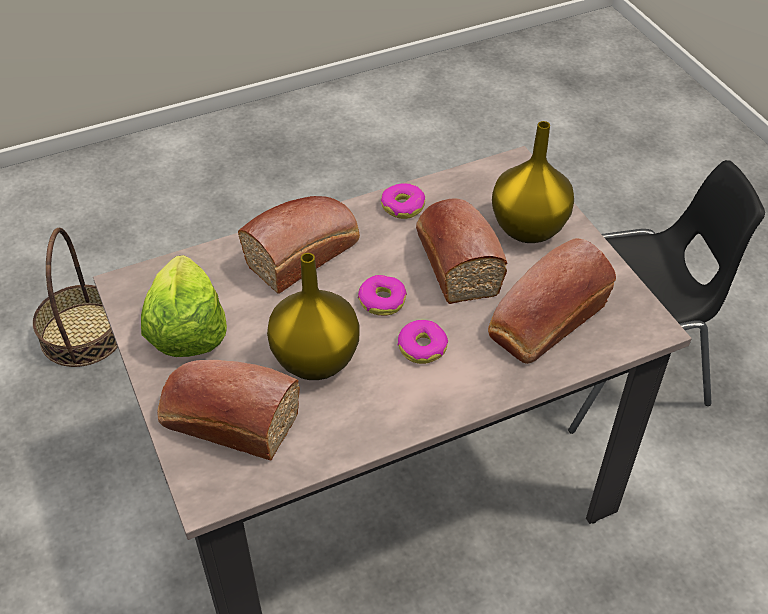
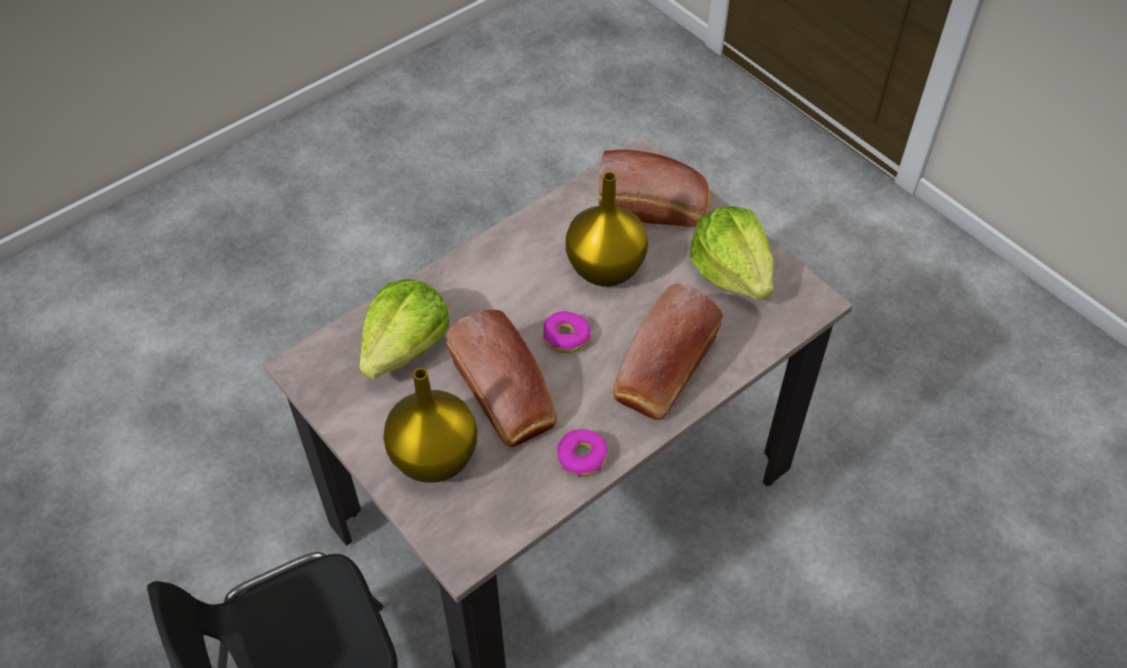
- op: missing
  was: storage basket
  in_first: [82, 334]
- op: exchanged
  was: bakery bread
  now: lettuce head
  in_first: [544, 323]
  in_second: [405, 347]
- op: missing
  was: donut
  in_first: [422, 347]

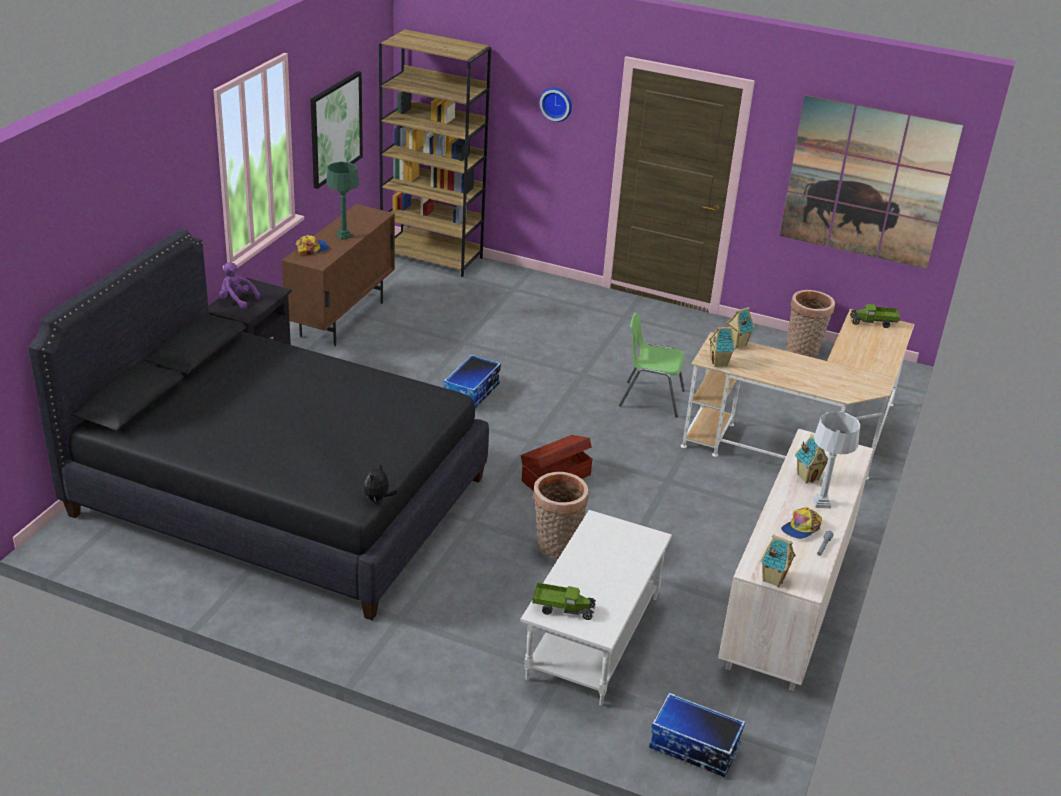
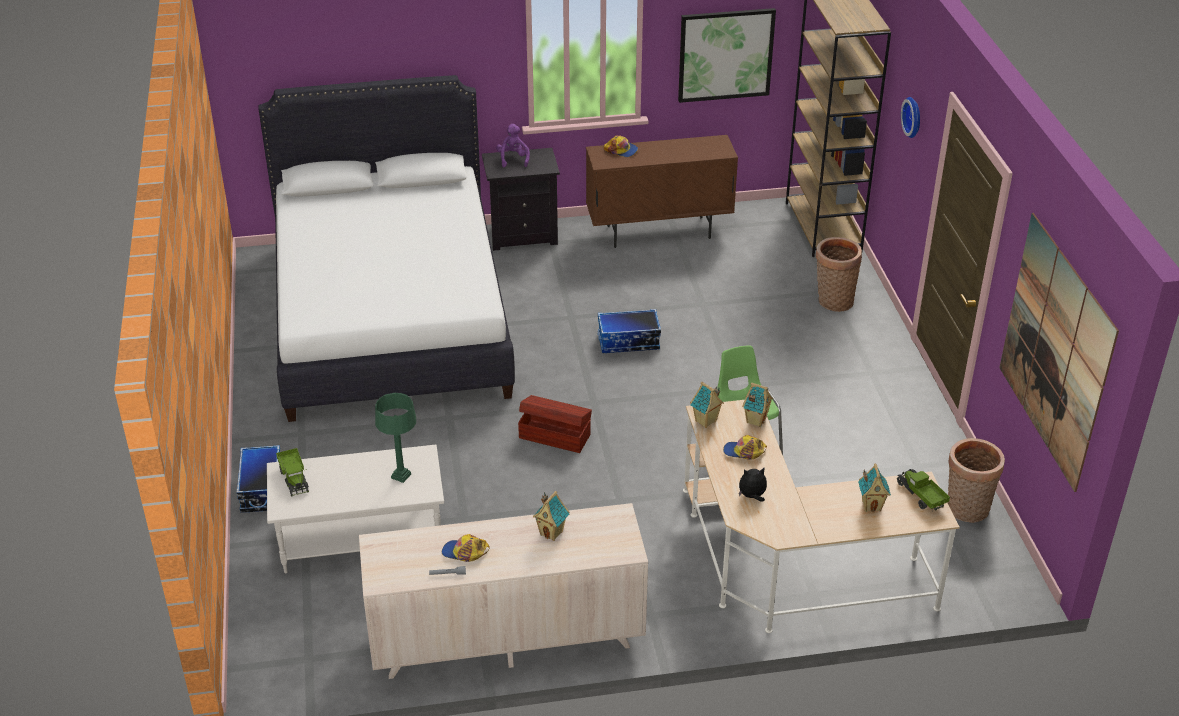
- op: relocated
  was: table lamp (green)
  in_first: [344, 236]
  in_second: [401, 475]
- op: colour
  was: bed (blackish)
  now: bed (whitish)
  in_first: [279, 496]
  in_second: [389, 317]
- op: missing
  was: table lamp (gray)
  in_first: [821, 503]
- op: relocated
  was: soft toy
  in_first: [378, 498]
  in_second: [752, 496]
- op: relocated
  was: storage basket
  in_first: [556, 547]
  in_second: [833, 301]
- op: relocated
  was: toy house
  in_first: [773, 579]
  in_second: [871, 505]
- op: relocated
  was: storage container
  in_first: [693, 748]
  in_second: [261, 489]
- op: appeared
  now: cap
  in_second: [744, 452]

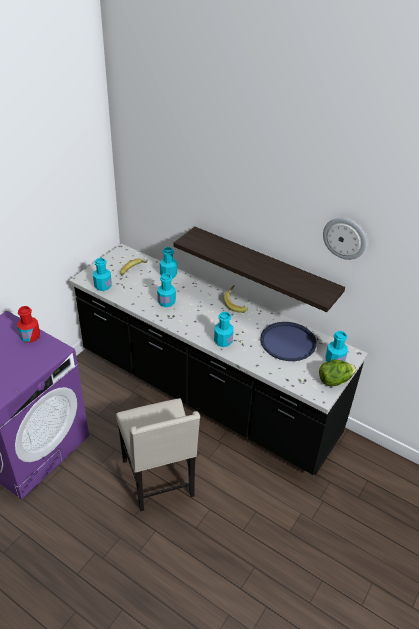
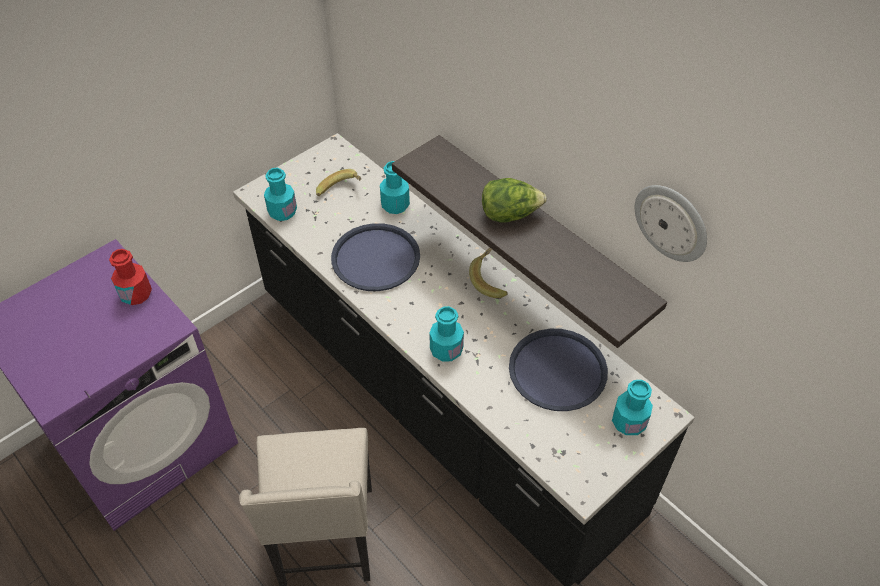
- op: exchanged
  was: drink bottle (turquoise)
  now: carrying tray (bluish)
  in_first: [166, 302]
  in_second: [375, 258]
- op: relocated
  was: lettuce head
  in_first: [334, 380]
  in_second: [510, 214]

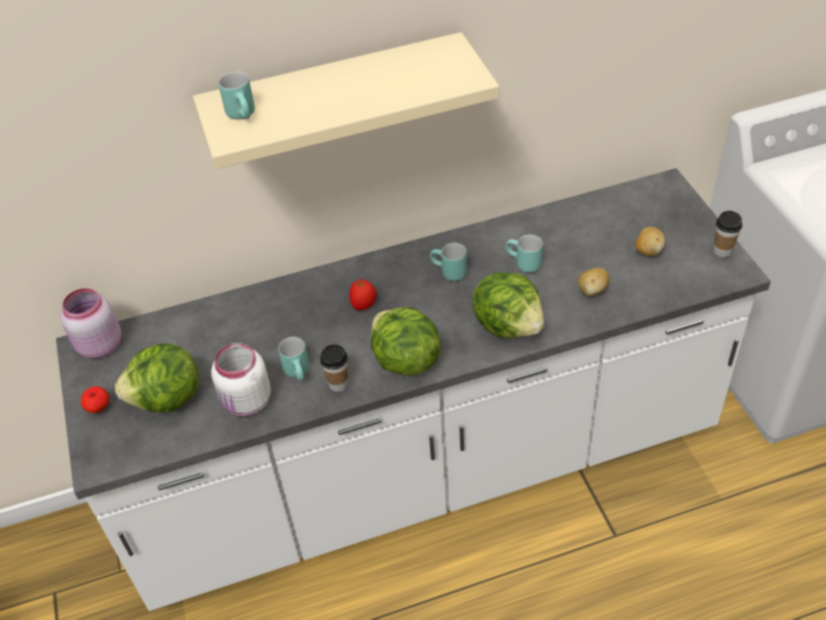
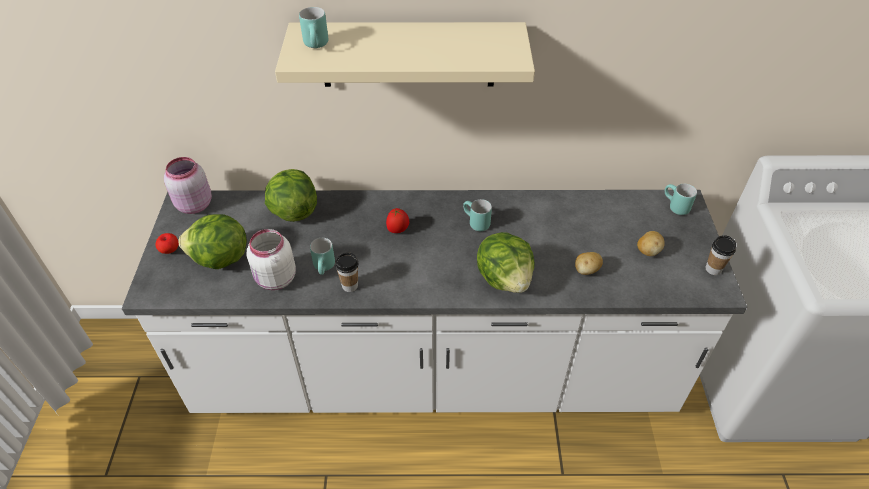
- op: relocated
  was: mug (turquoise)
  in_first: [522, 264]
  in_second: [674, 207]
- op: relocated
  was: lettuce head
  in_first: [405, 361]
  in_second: [293, 211]

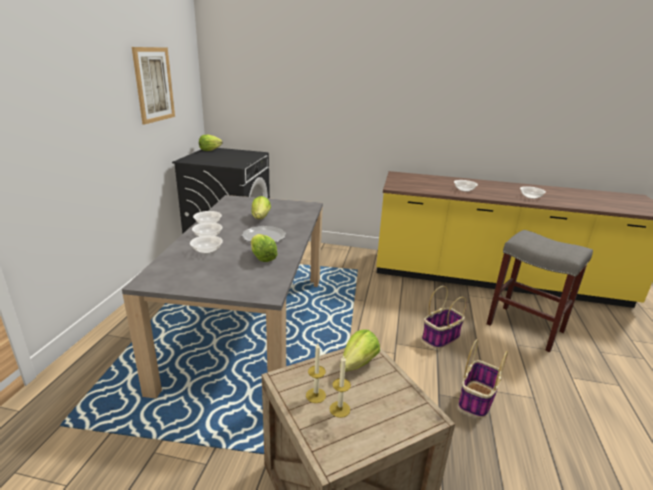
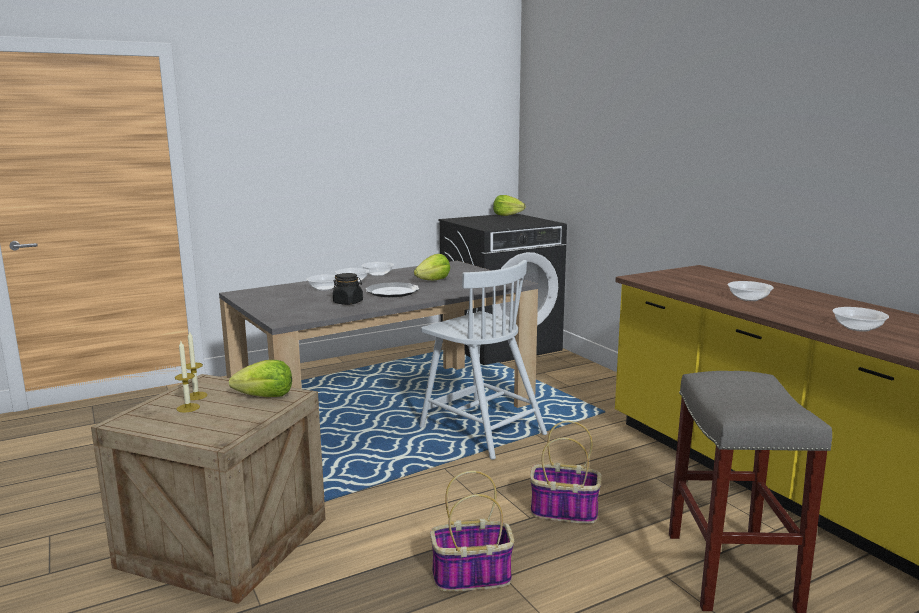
- op: missing
  was: wall picture
  in_first: [154, 84]
- op: exchanged
  was: lettuce head
  now: jar (blackish)
  in_first: [262, 257]
  in_second: [348, 302]
- op: appeared
  now: plain chair (whitish)
  in_second: [480, 429]

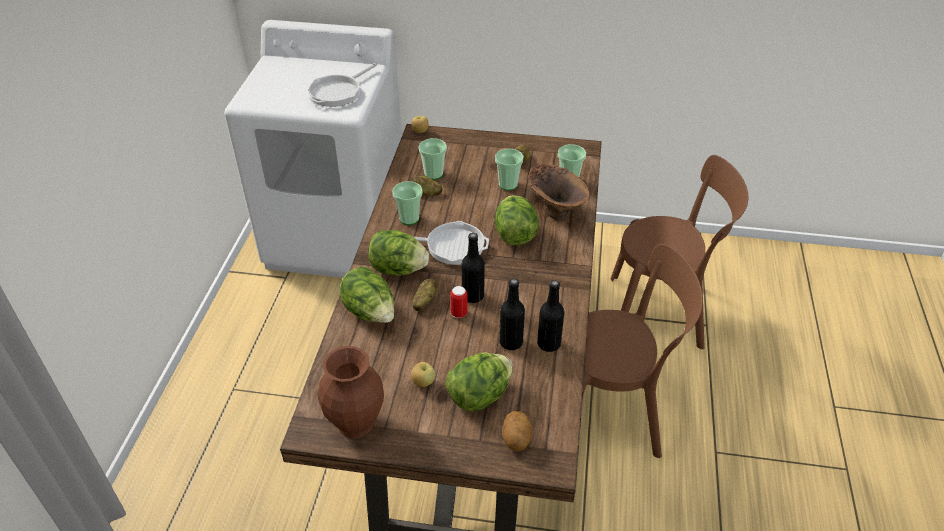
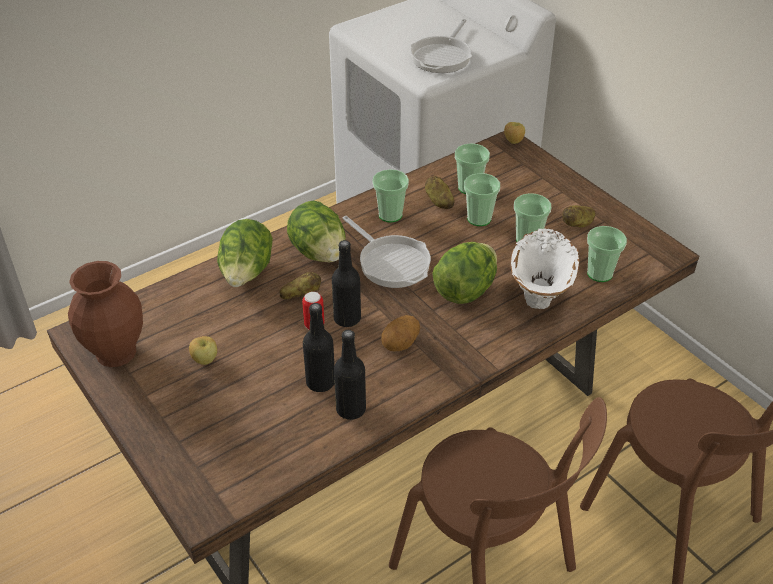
- op: spun
  was: frying pan
  in_first: [338, 92]
  in_second: [442, 56]
  clockwise: -60
- op: colour
  was: decorative vase (brown)
  now: decorative vase (whitish)
  in_first: [555, 210]
  in_second: [541, 293]
- op: missing
  was: lettuce head
  in_first: [479, 396]
- op: relocated
  was: whole potato
  in_first: [516, 439]
  in_second: [401, 344]
- op: appeared
  now: cup
  in_second: [479, 219]

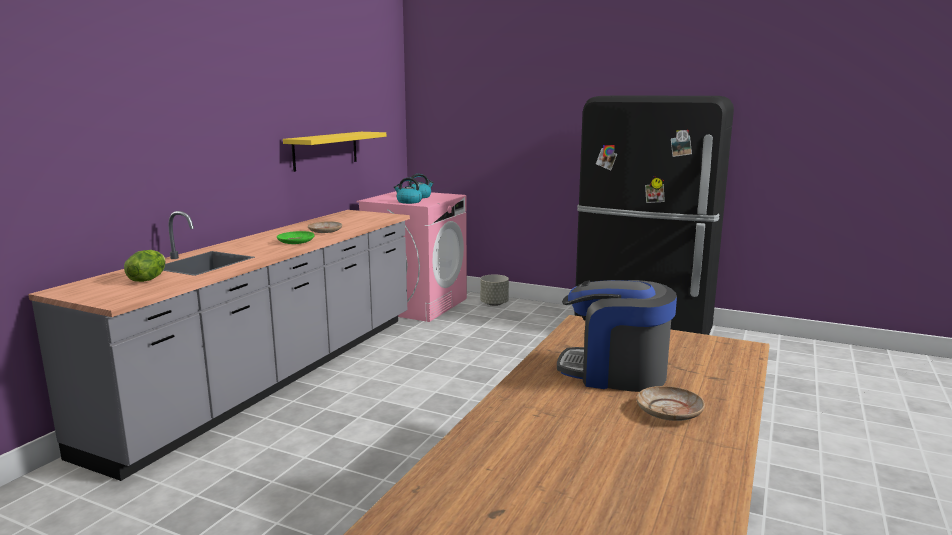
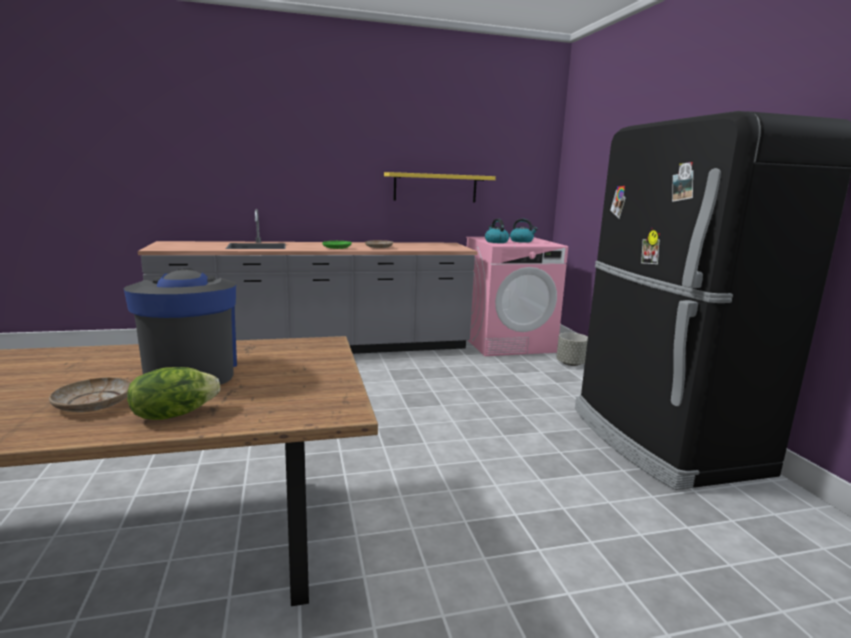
- op: relocated
  was: lettuce head
  in_first: [147, 279]
  in_second: [173, 414]

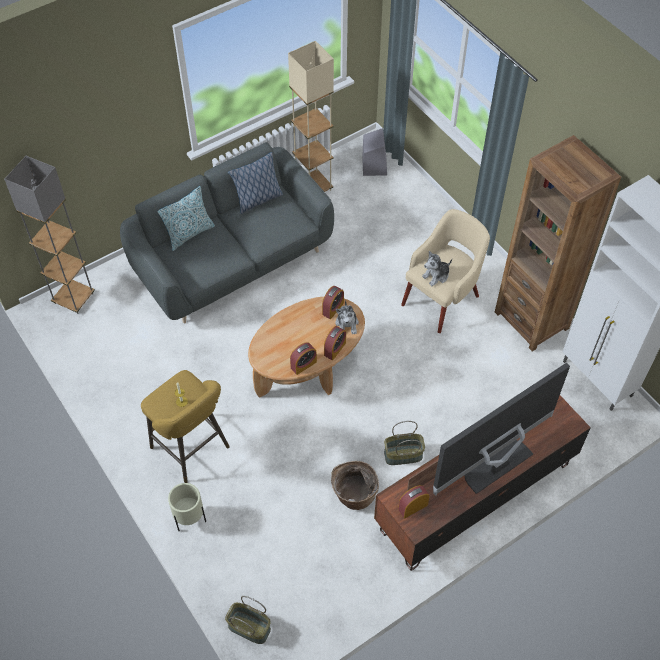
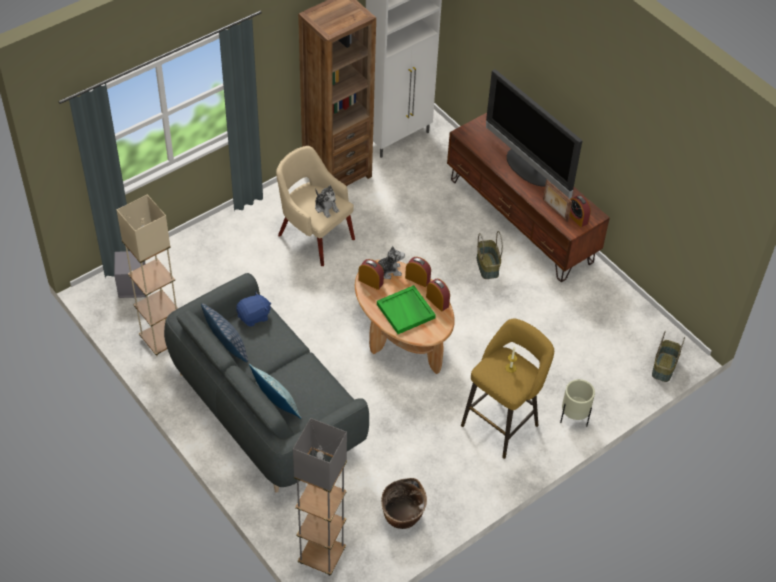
- op: relocated
  was: storage basket
  in_first: [353, 495]
  in_second: [402, 517]
- op: appeared
  now: carrying tray (green)
  in_second: [406, 311]
- op: appeared
  now: soft toy (bluish)
  in_second: [254, 317]

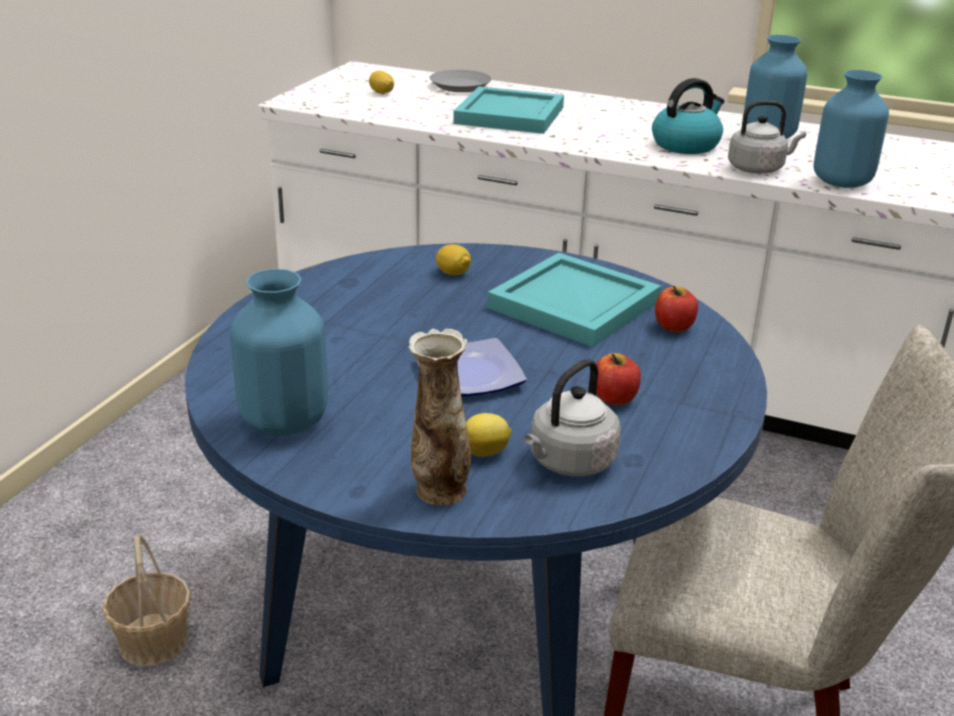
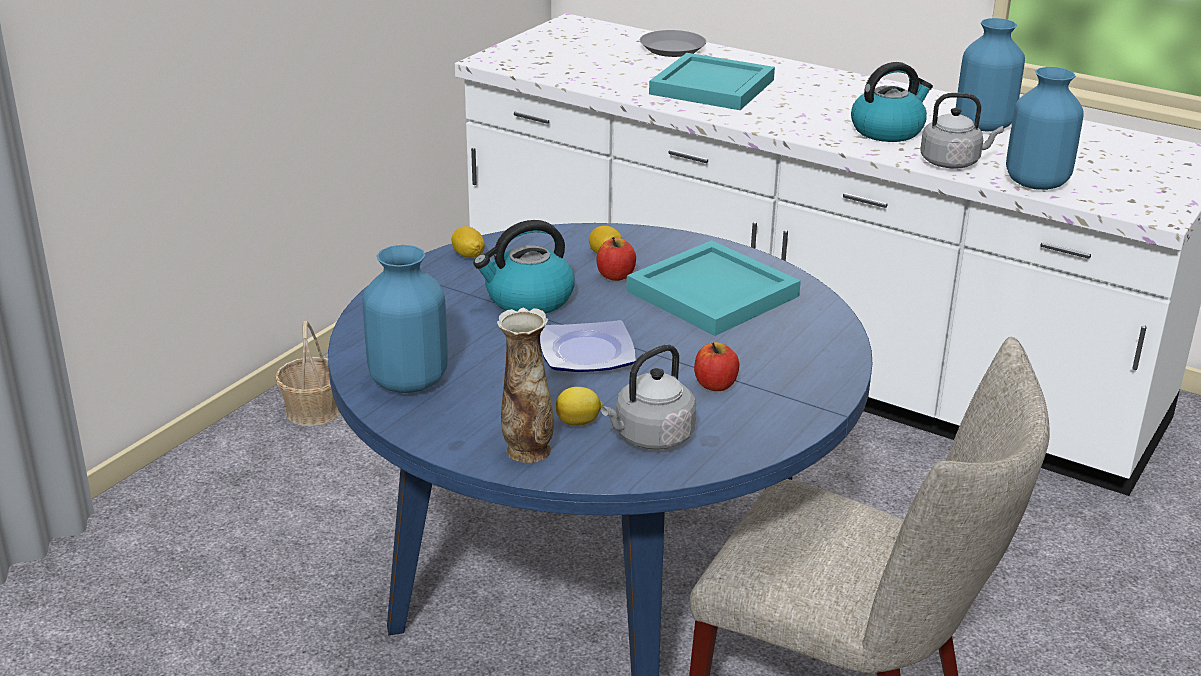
- op: relocated
  was: citrus fruit
  in_first: [381, 93]
  in_second: [468, 255]
- op: relocated
  was: whole apple
  in_first: [674, 327]
  in_second: [616, 276]
- op: relocated
  was: storage basket
  in_first: [153, 641]
  in_second: [312, 411]
- op: appeared
  now: water kettle
  in_second: [528, 299]

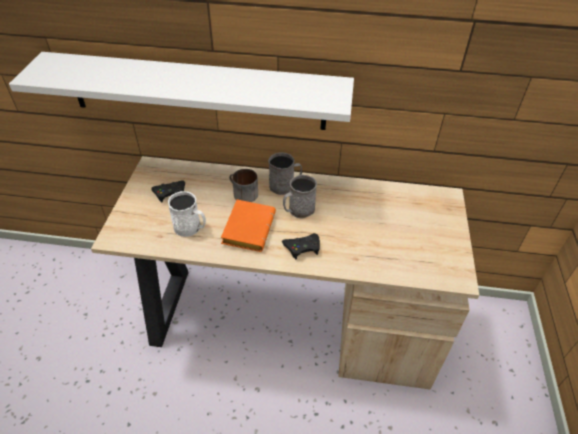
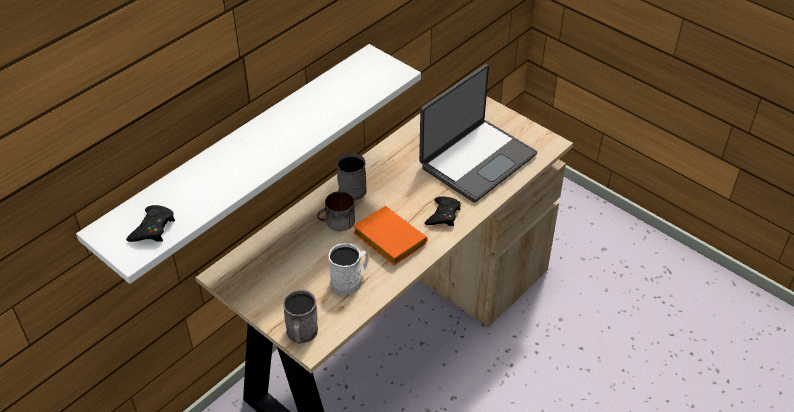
- op: relocated
  was: mug (gray)
  in_first: [298, 210]
  in_second: [301, 334]
- op: relocated
  was: game controller (blackish)
  in_first: [170, 193]
  in_second: [153, 228]
- op: appeared
  now: notebook computer
  in_second: [476, 160]

